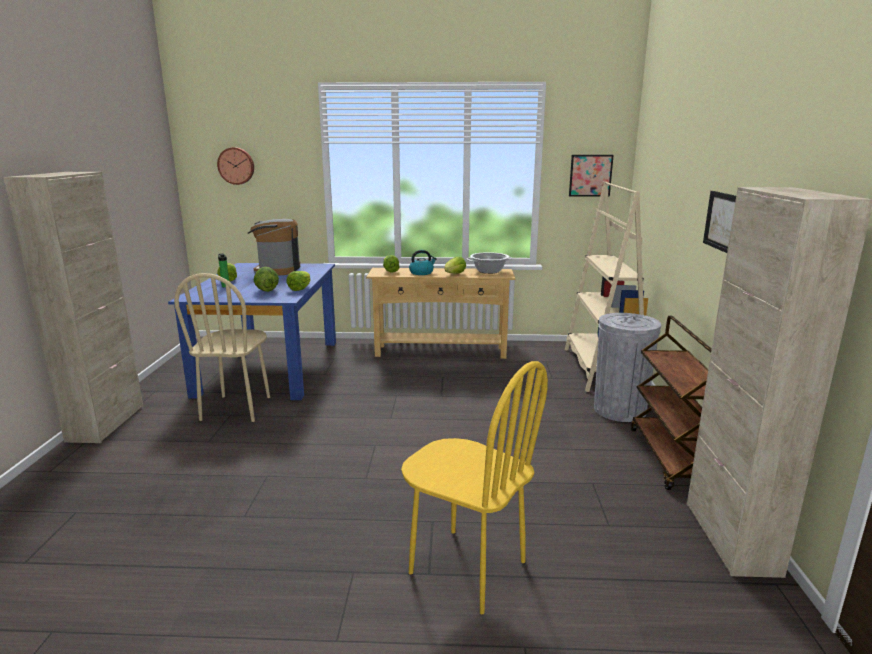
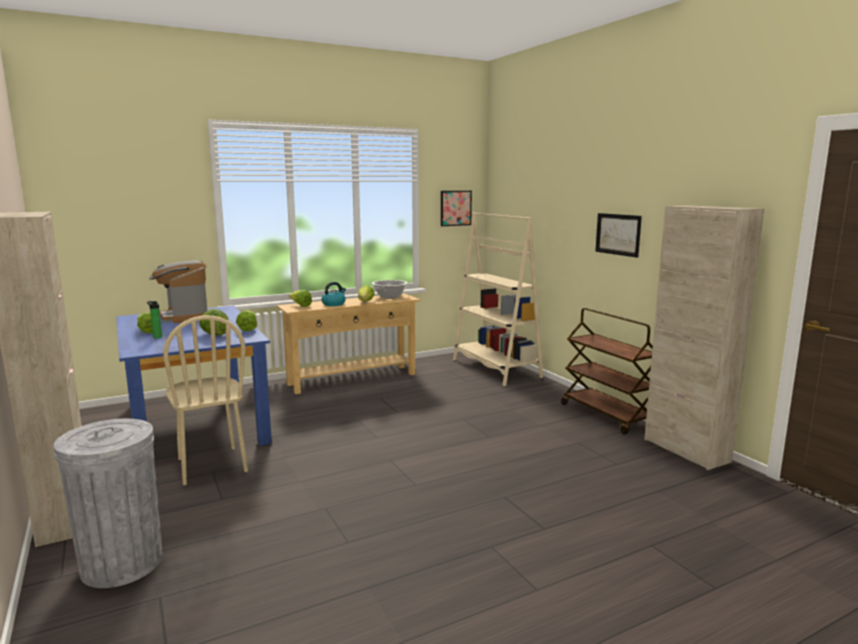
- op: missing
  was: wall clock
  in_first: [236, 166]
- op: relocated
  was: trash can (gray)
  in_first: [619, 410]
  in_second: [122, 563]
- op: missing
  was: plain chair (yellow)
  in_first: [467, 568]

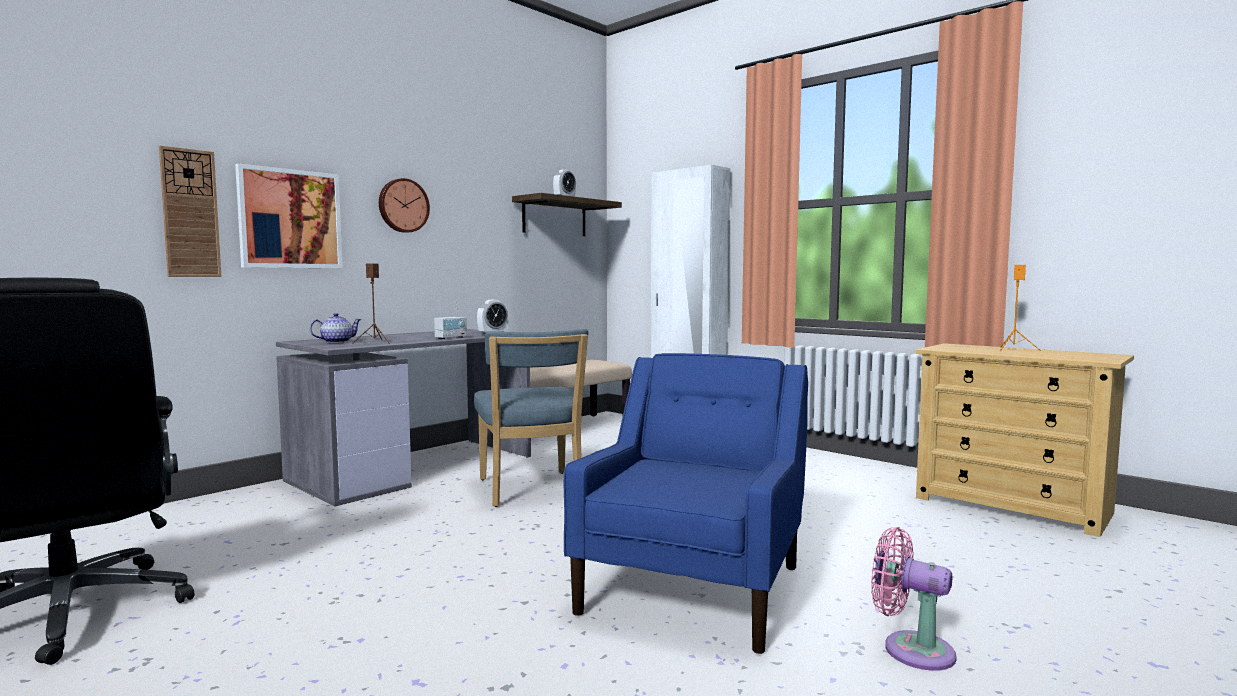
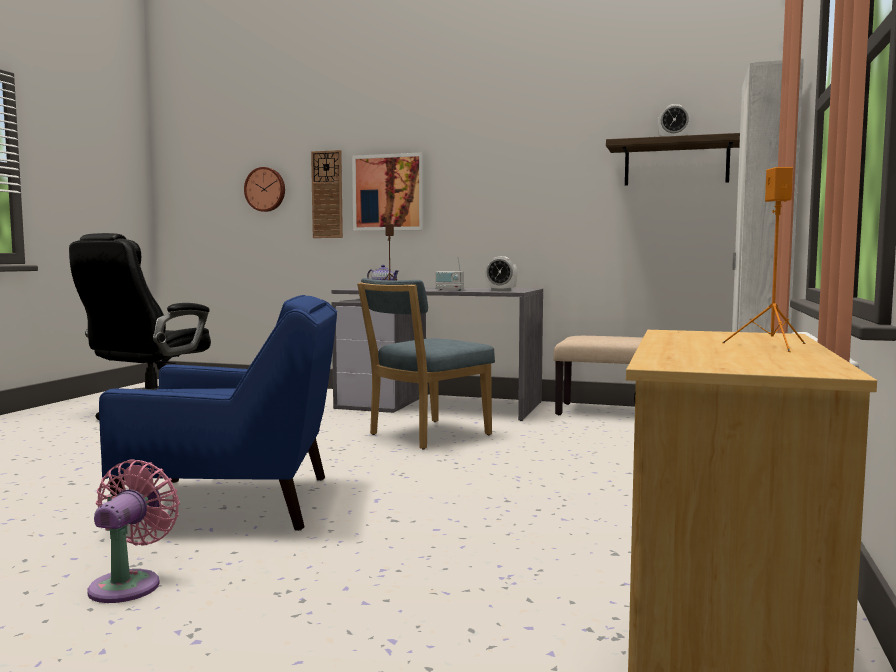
- op: relocated
  was: wall clock
  in_first: [403, 205]
  in_second: [265, 189]

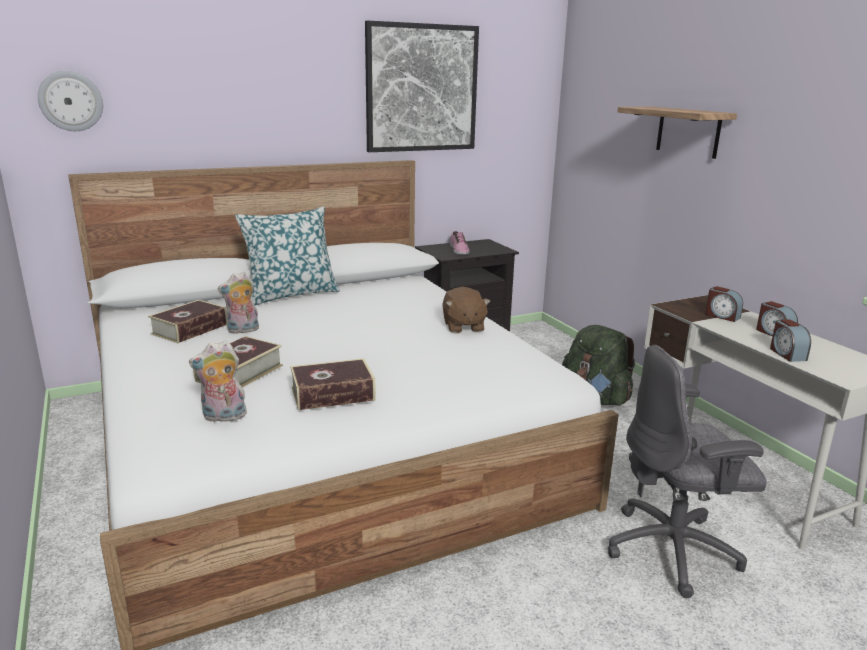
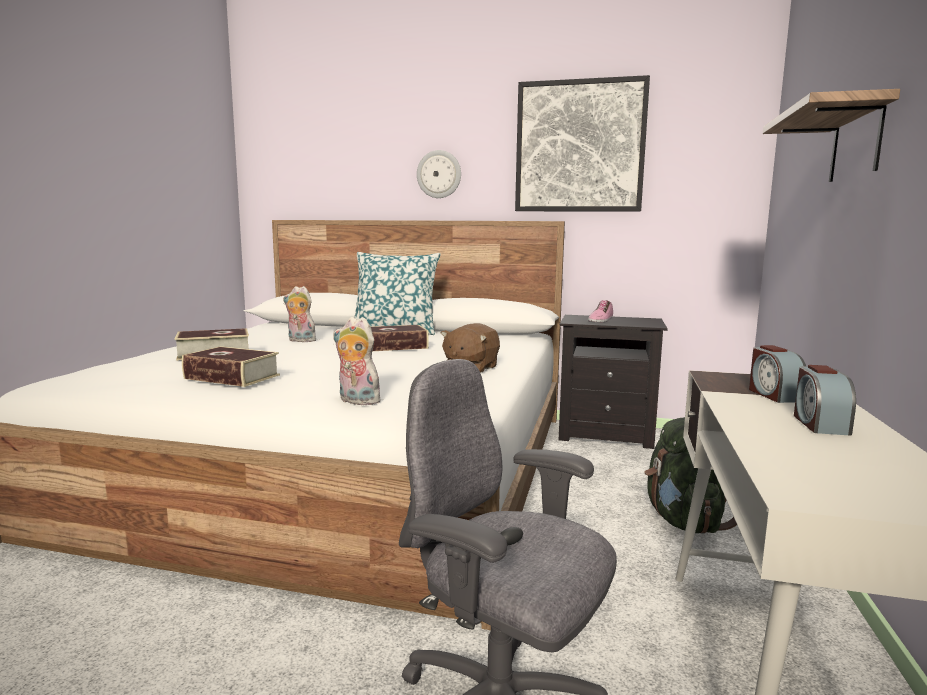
- op: relocated
  was: wall clock
  in_first: [71, 101]
  in_second: [439, 174]
- op: relocated
  was: volume
  in_first: [190, 329]
  in_second: [395, 346]
- op: missing
  was: table clock
  in_first: [787, 354]
- op: relocated
  was: soft toy
  in_first: [223, 417]
  in_second: [356, 401]

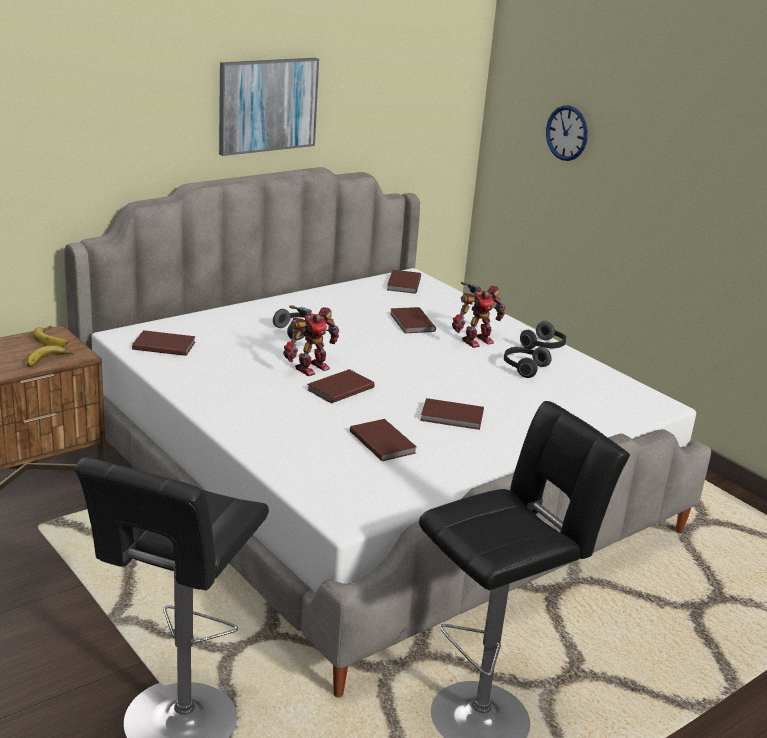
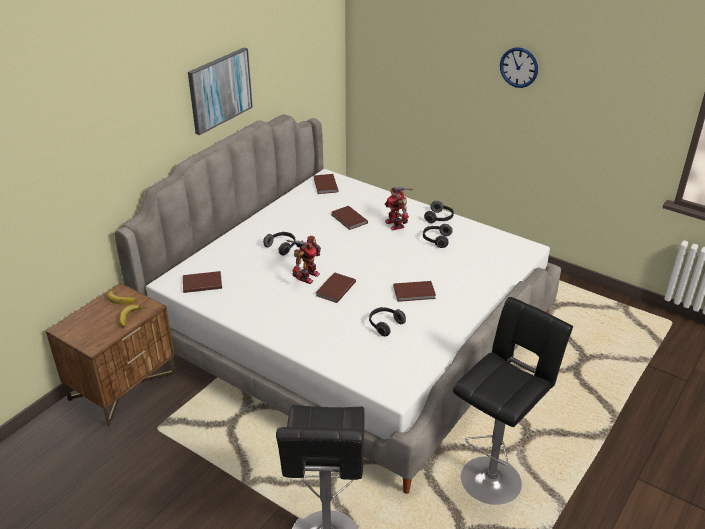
- op: relocated
  was: wall clock
  in_first: [567, 133]
  in_second: [519, 67]
- op: spun
  was: toy robot
  in_first: [475, 340]
  in_second: [396, 224]
  clockwise: 120
- op: exchanged
  was: volume (brown)
  now: headphones
  in_first: [383, 442]
  in_second: [384, 325]

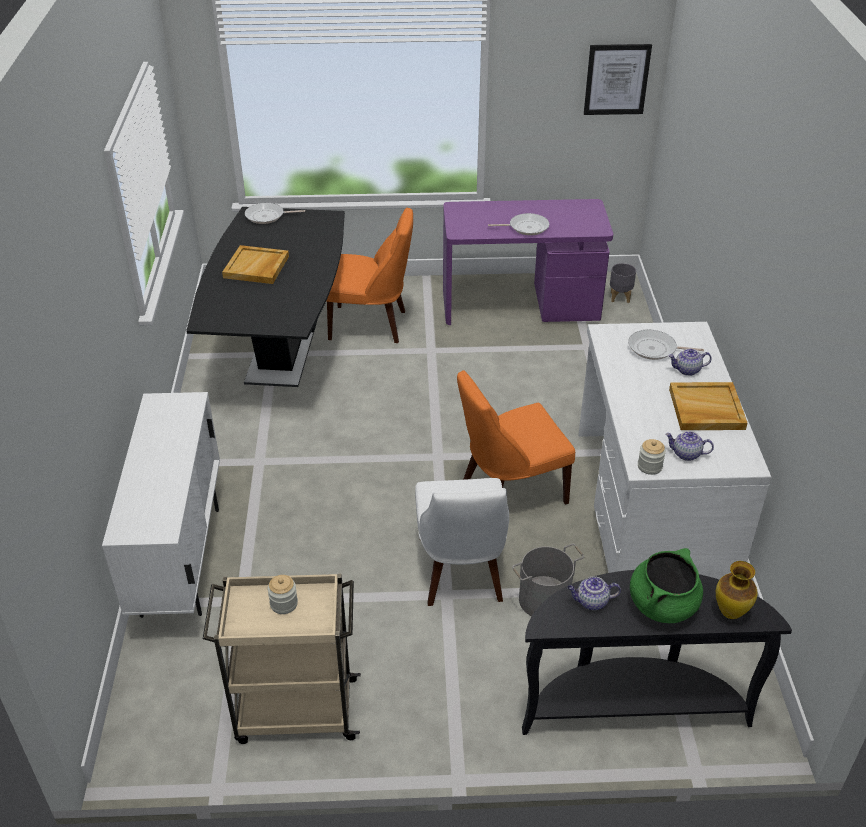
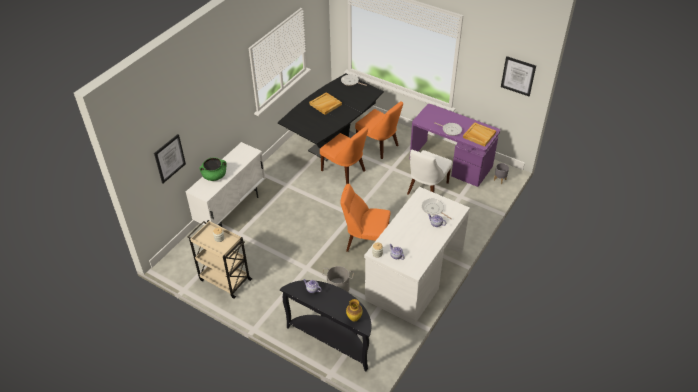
- op: relocated
  was: carrying tray (sand-coloured)
  in_first: [706, 409]
  in_second: [479, 135]
- op: relocated
  was: plain chair (whitish)
  in_first: [461, 573]
  in_second: [426, 189]
- op: relocated
  was: cooking pot (green)
  in_first: [662, 605]
  in_second: [214, 176]
- op: appeared
  now: plain chair (orangey)
  in_second: [345, 171]
- op: appeared
  now: wall picture
  in_second: [169, 158]

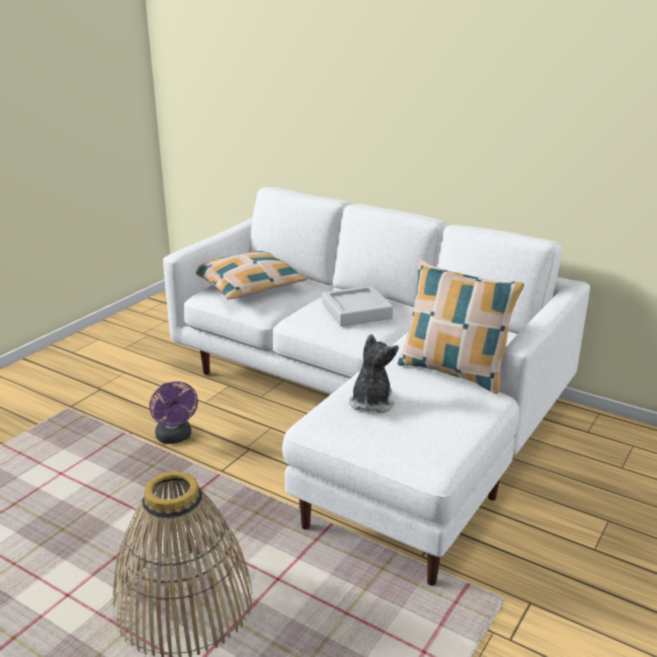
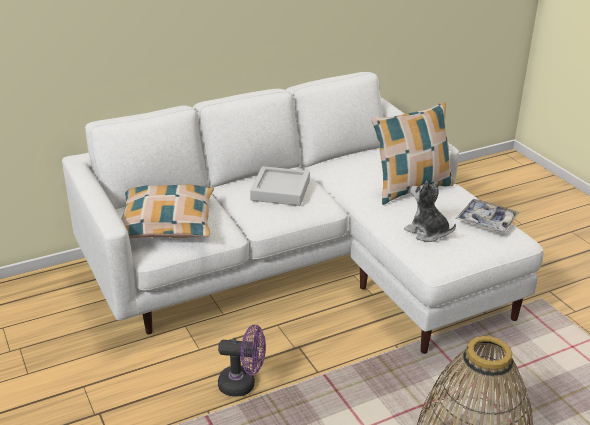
- op: appeared
  now: carrying tray
  in_second: [486, 221]

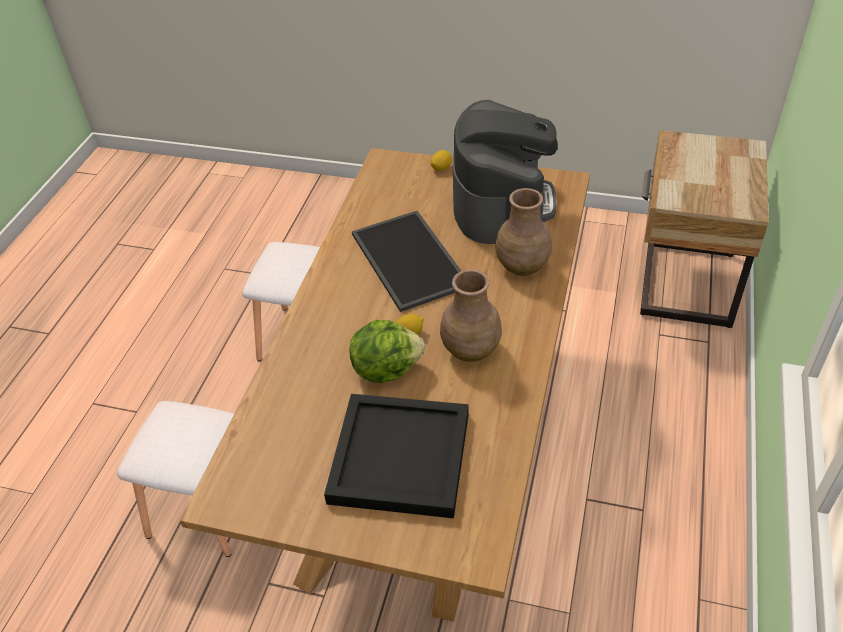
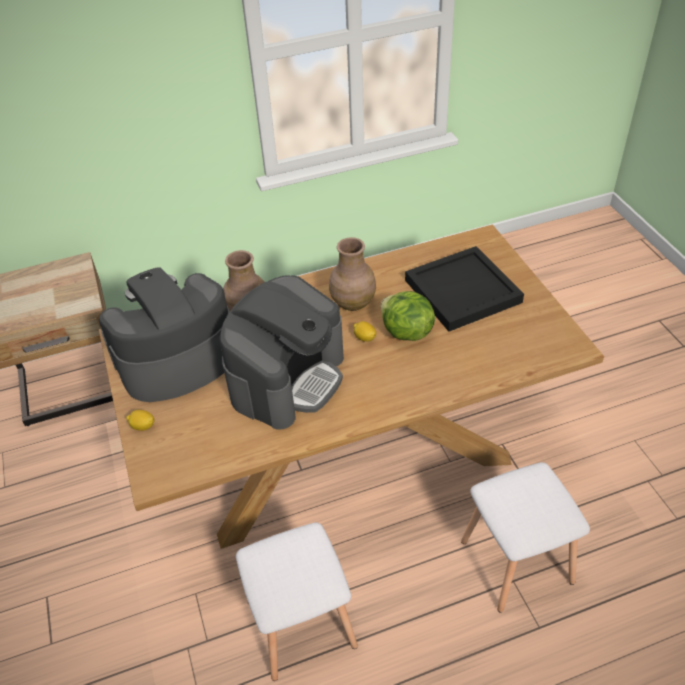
- op: exchanged
  was: carrying tray
  now: coffee brewer
  in_first: [411, 260]
  in_second: [287, 378]

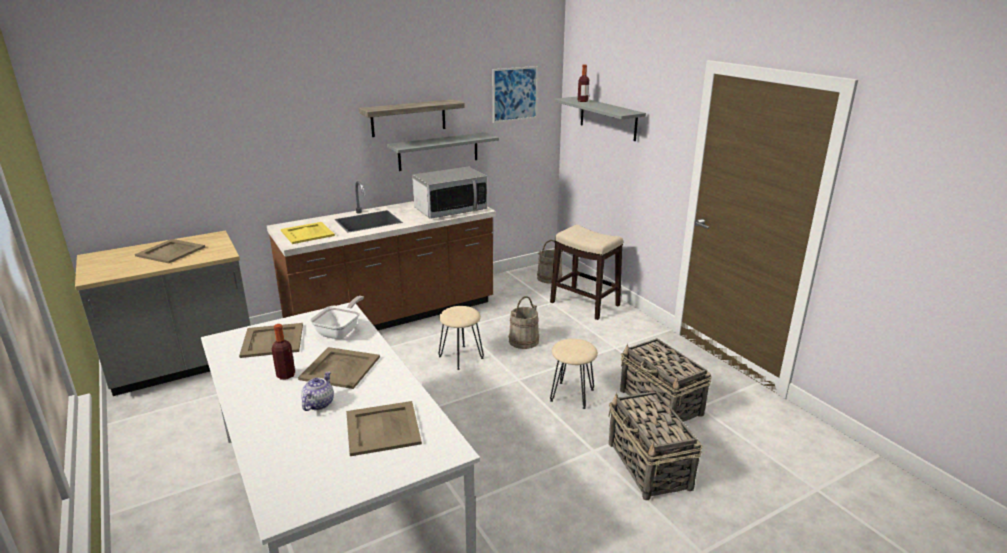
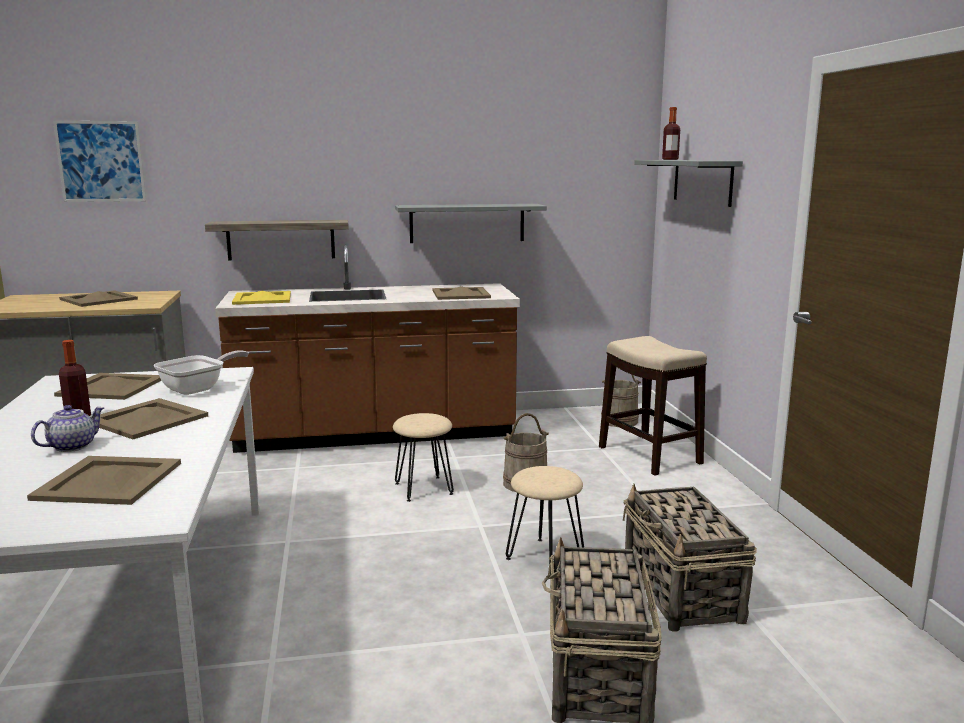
- op: relocated
  was: wall picture
  in_first: [515, 94]
  in_second: [101, 161]
- op: relocated
  was: shelf
  in_first: [408, 118]
  in_second: [281, 240]
- op: exchanged
  was: kitchen microwave
  now: carrying tray (sand-coloured)
  in_first: [450, 210]
  in_second: [461, 294]

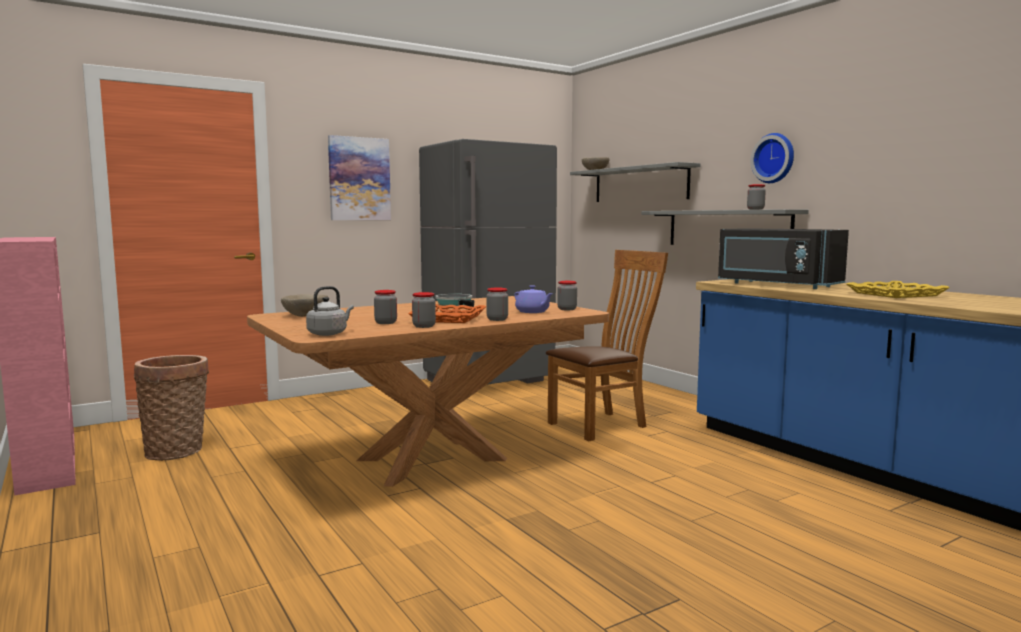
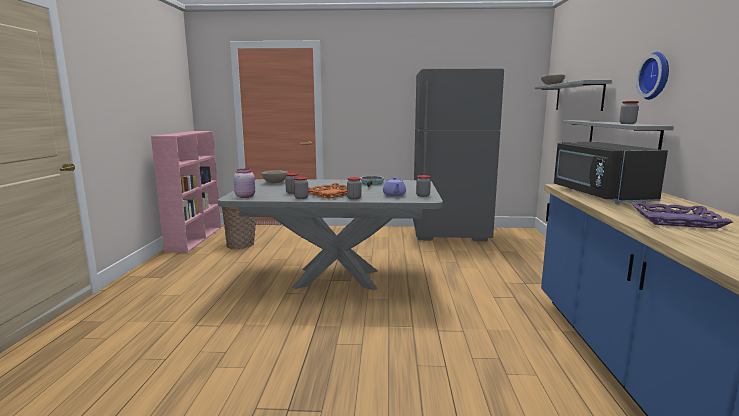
- op: missing
  was: wall picture
  in_first: [359, 179]
- op: missing
  was: plain chair (brown)
  in_first: [603, 424]
- op: colour
  was: carrying tray (yellow)
  now: carrying tray (purplish)
  in_first: [895, 294]
  in_second: [676, 220]
- op: exchanged
  was: water kettle (gray)
  now: jar (pink-coloured)
  in_first: [329, 333]
  in_second: [245, 196]
- op: colour
  was: dinner table (brown)
  now: dinner table (gray)
  in_first: [433, 460]
  in_second: [337, 279]

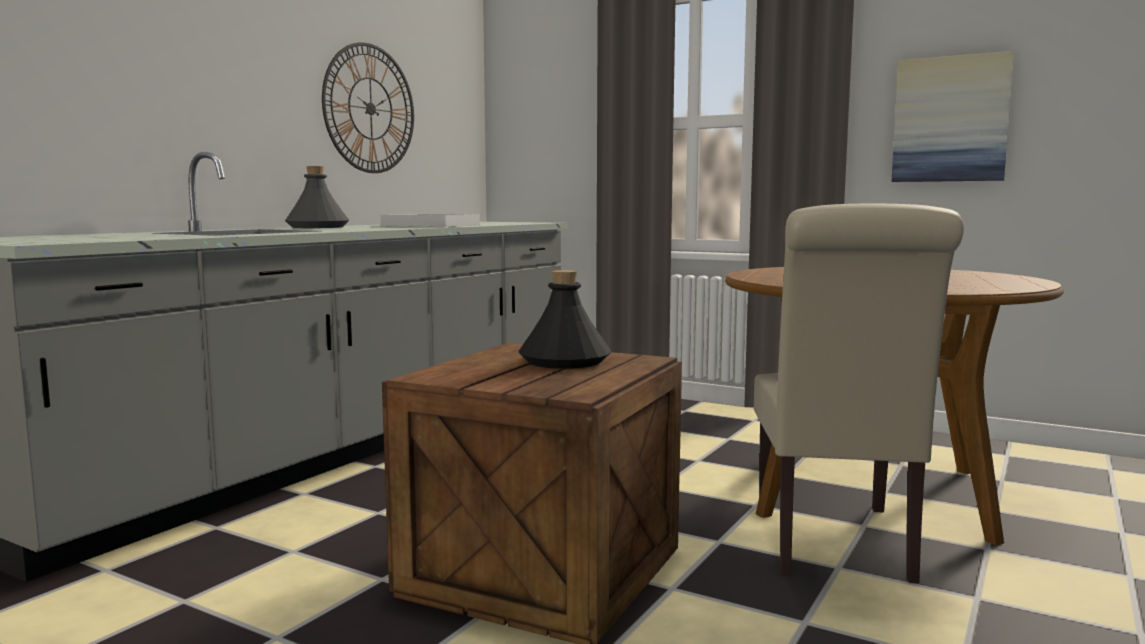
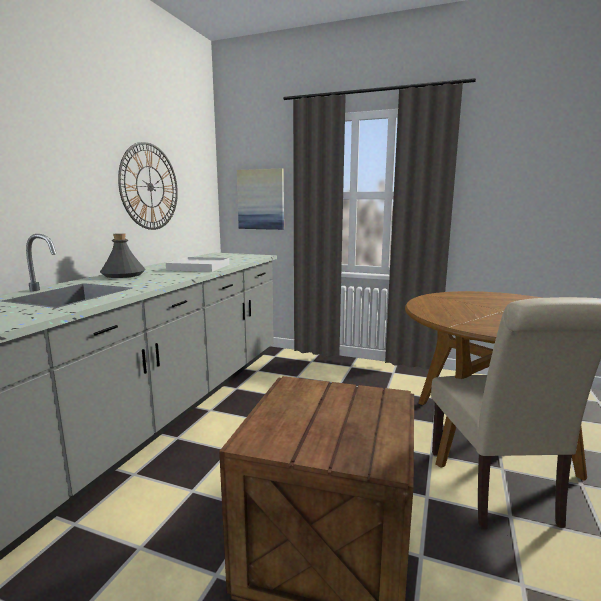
- op: relocated
  was: wall picture
  in_first: [950, 119]
  in_second: [261, 199]
- op: missing
  was: drink bottle (blackish)
  in_first: [565, 361]

